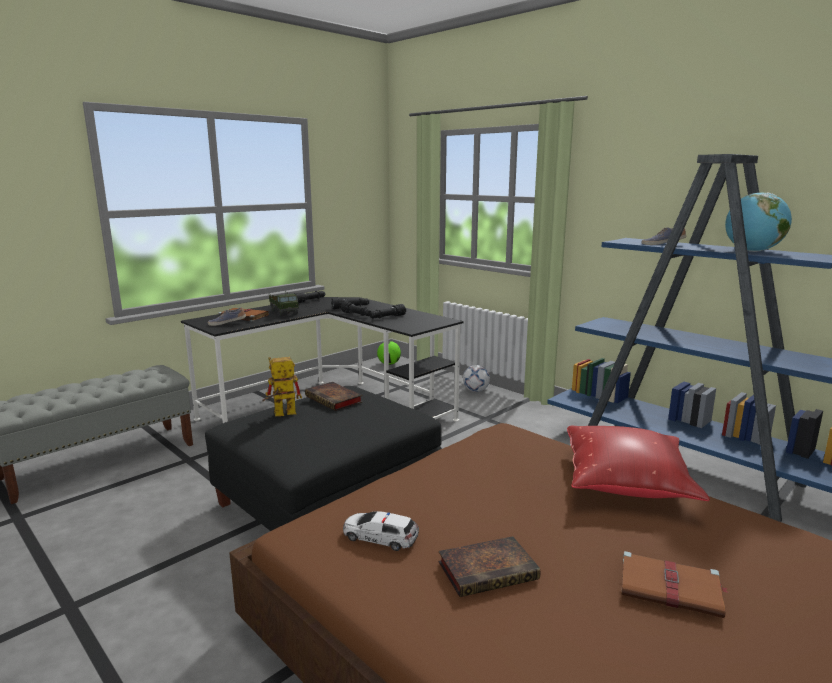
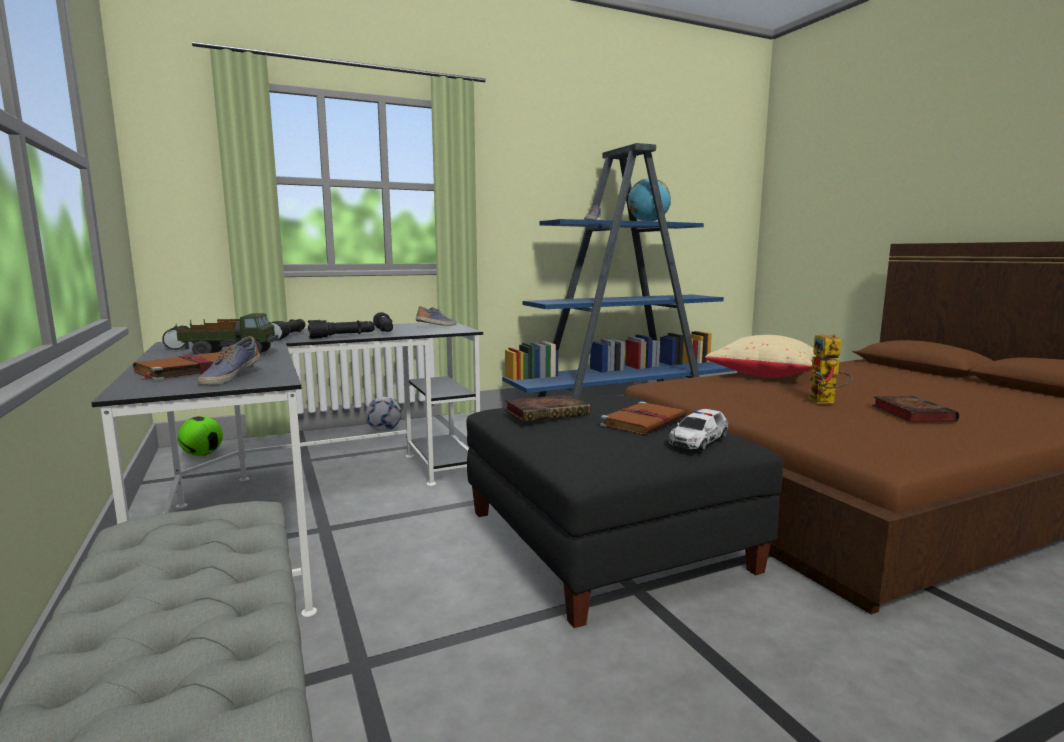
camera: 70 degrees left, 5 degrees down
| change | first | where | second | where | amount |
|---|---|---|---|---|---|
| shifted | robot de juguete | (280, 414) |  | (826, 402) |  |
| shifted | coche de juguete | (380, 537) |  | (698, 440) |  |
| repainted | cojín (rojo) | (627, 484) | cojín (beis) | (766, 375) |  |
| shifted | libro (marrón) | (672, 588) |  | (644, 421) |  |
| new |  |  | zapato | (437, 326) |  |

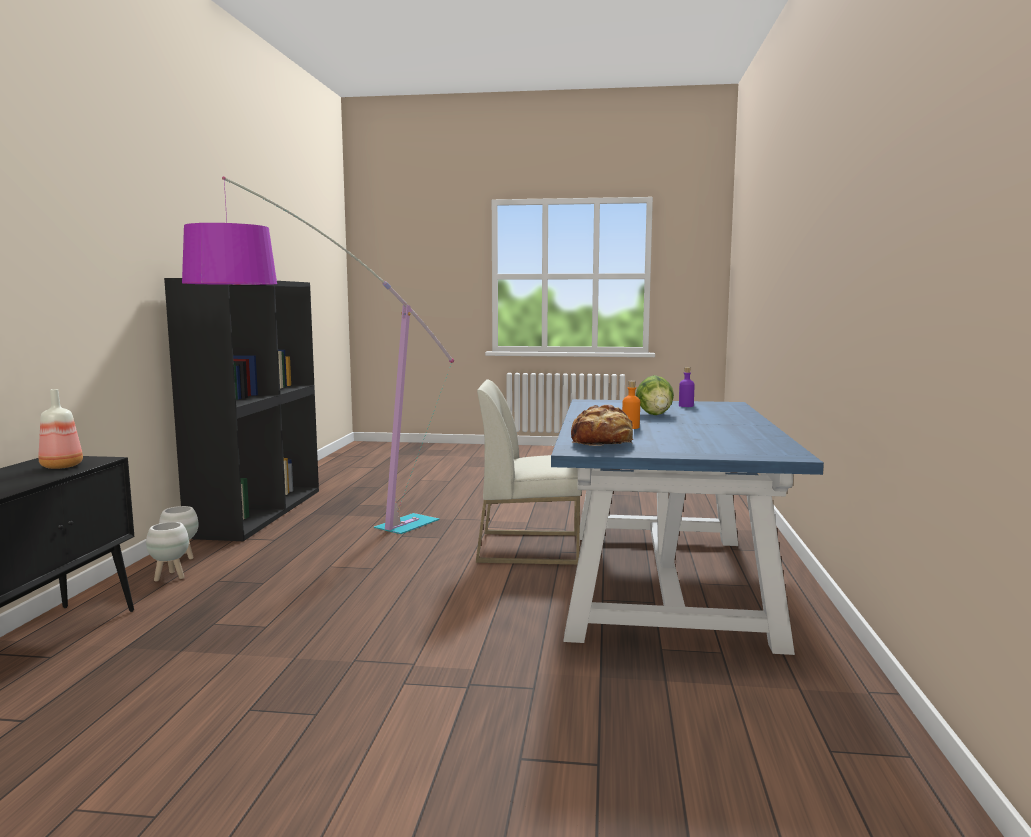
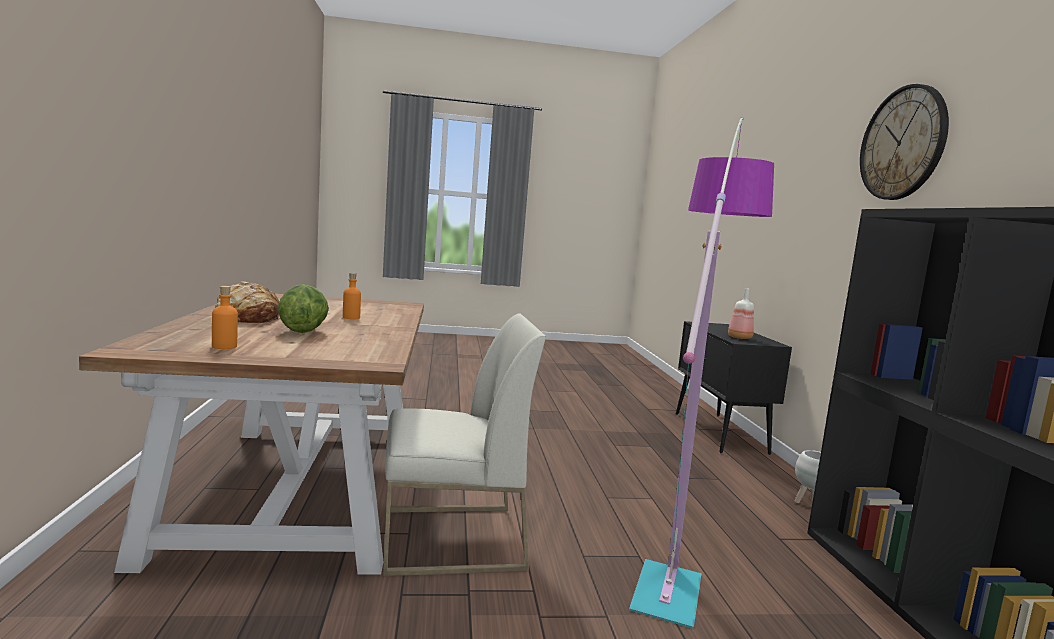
camera: 165 degrees right, 0 degrees up
| change | first | where | second | where | amount |
|---|---|---|---|---|---|
| gone | maceta (blanco) | (170, 577) |  |  |  |
| repainted | mesa de comedor (azul) | (664, 583) | mesa de comedor (marrón) | (298, 487) |  |
| shifted | pan | (602, 443) |  | (248, 317) |  |
| repainted | botella (morado) | (686, 406) | botella (naranja) | (224, 346) |  |
| new |  |  | reloj de pared | (903, 143) |  |

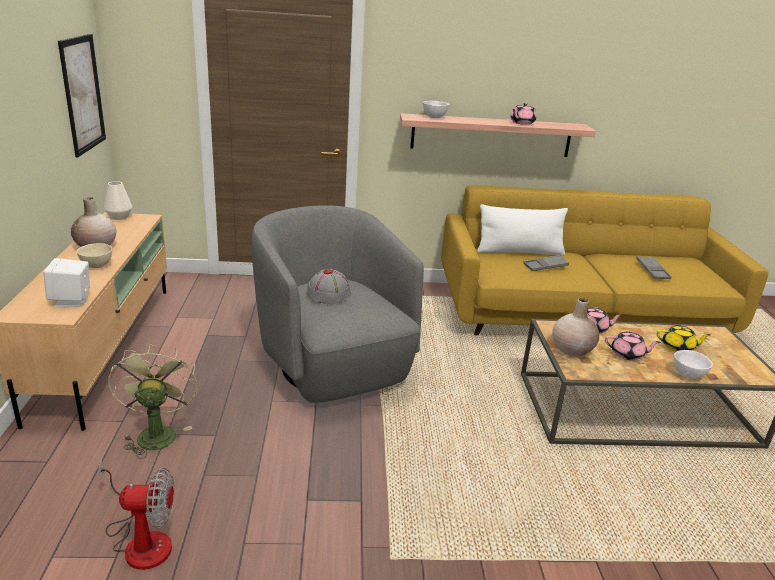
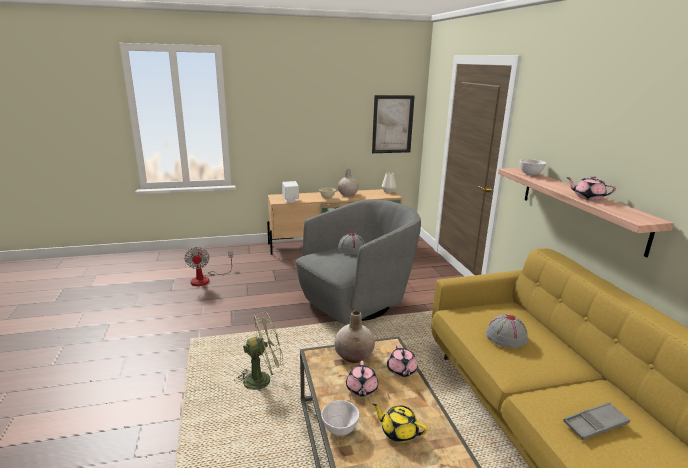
camera: 80 degrees right, 5 degrees down
| change | first | where | second | where | amount |
|---|---|---|---|---|---|
| shifted | ventilador (verde) | (156, 432) |  | (263, 379) |  |
| gone | cojín (blanco) | (519, 252) |  |  |  |
| swapped | bandeja (gris) | (545, 266) | sombrero (gris) | (506, 337) |  |
| rotated | tetera (amarillo) | (678, 348) |  | (398, 432) | 120 degrees clockwise |

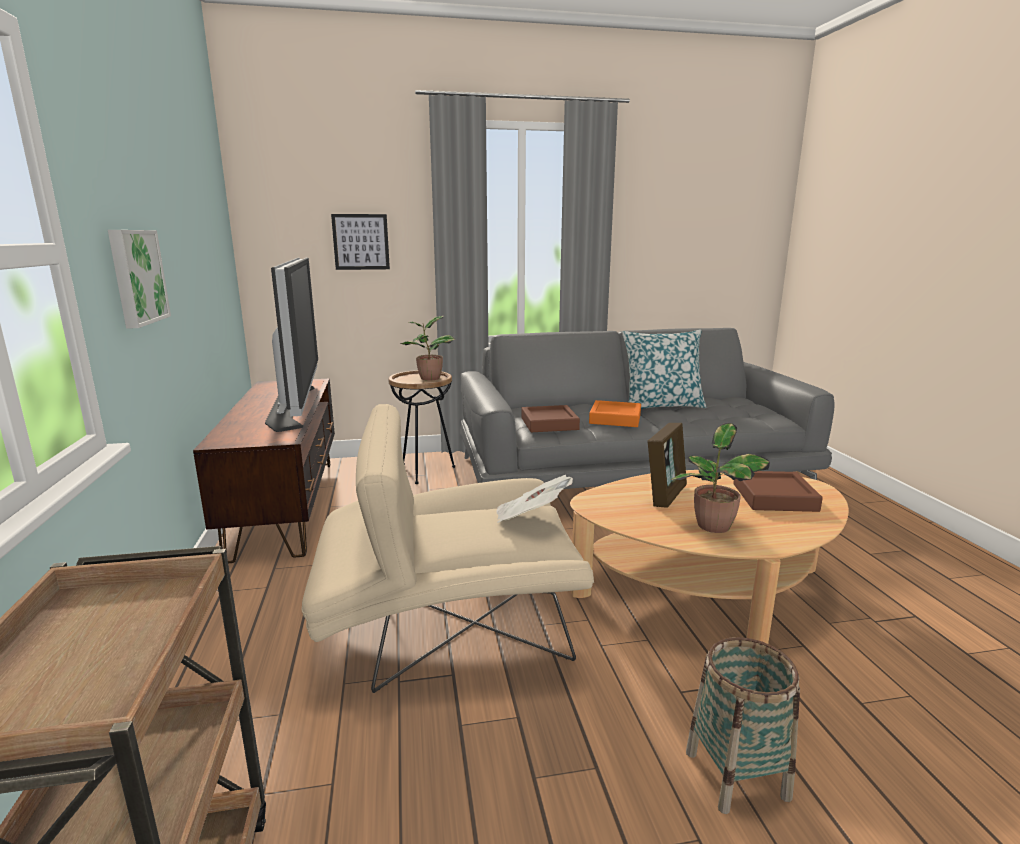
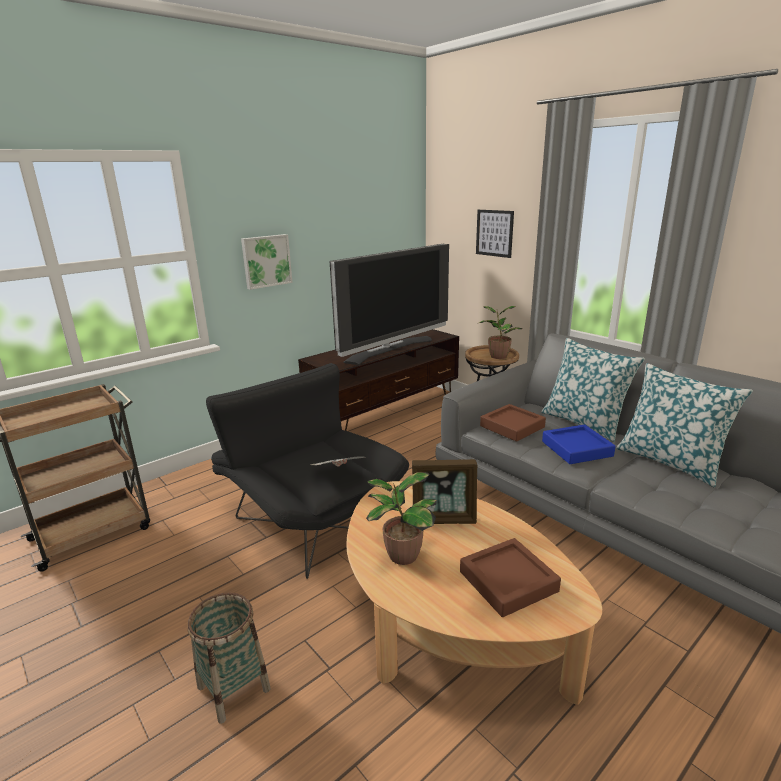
camera: 60 degrees right, 5 degrees up
| change | first | where | second | where | amount |
|---|---|---|---|---|---|
| repainted | sillón (beis) | (448, 626) | sillón (negro) | (308, 517) |  |
| repainted | bandeja (naranja) | (615, 418) | bandeja (azul) | (576, 449) |  |
| new |  |  | cojín | (584, 422) |  |

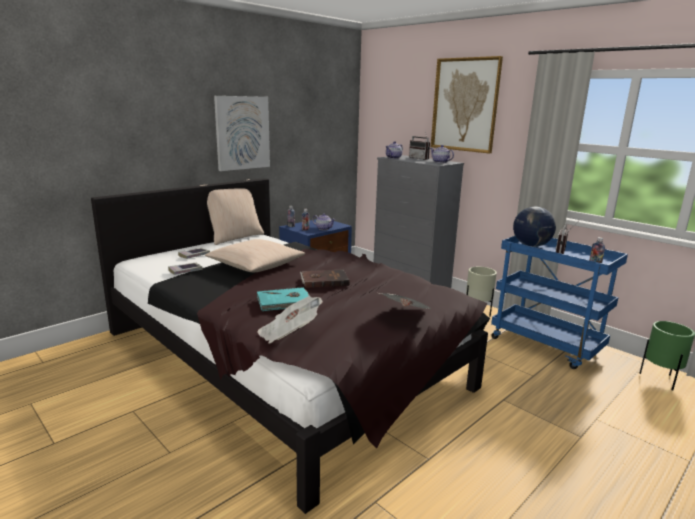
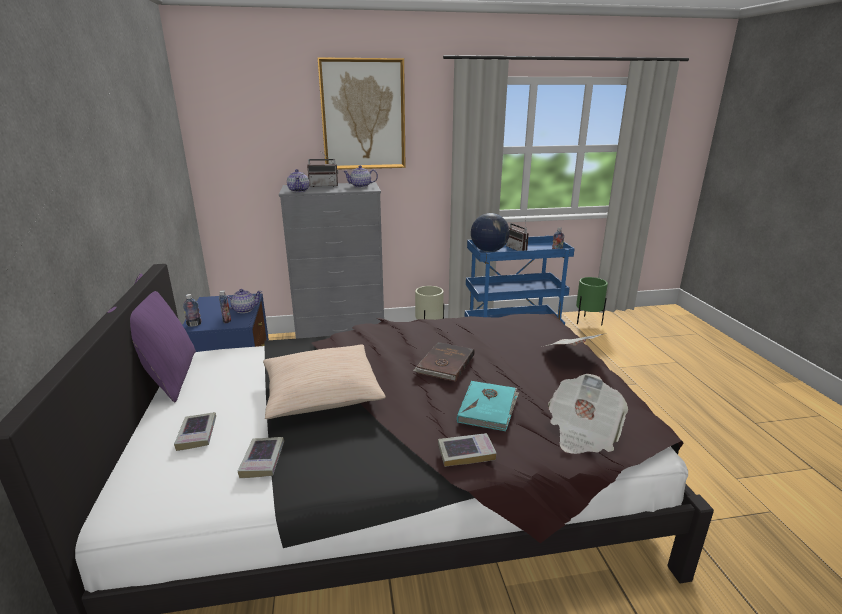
camera: 55 degrees left, 5 degrees up
| change | first | where | second | where | amount |
|---|---|---|---|---|---|
| repainted | cojín (beis) | (234, 237) | cojín (morado) | (167, 377) |  |
| gone | cuadro | (242, 133) |  |  |  |
| new |  |  | libro | (466, 453) |  |

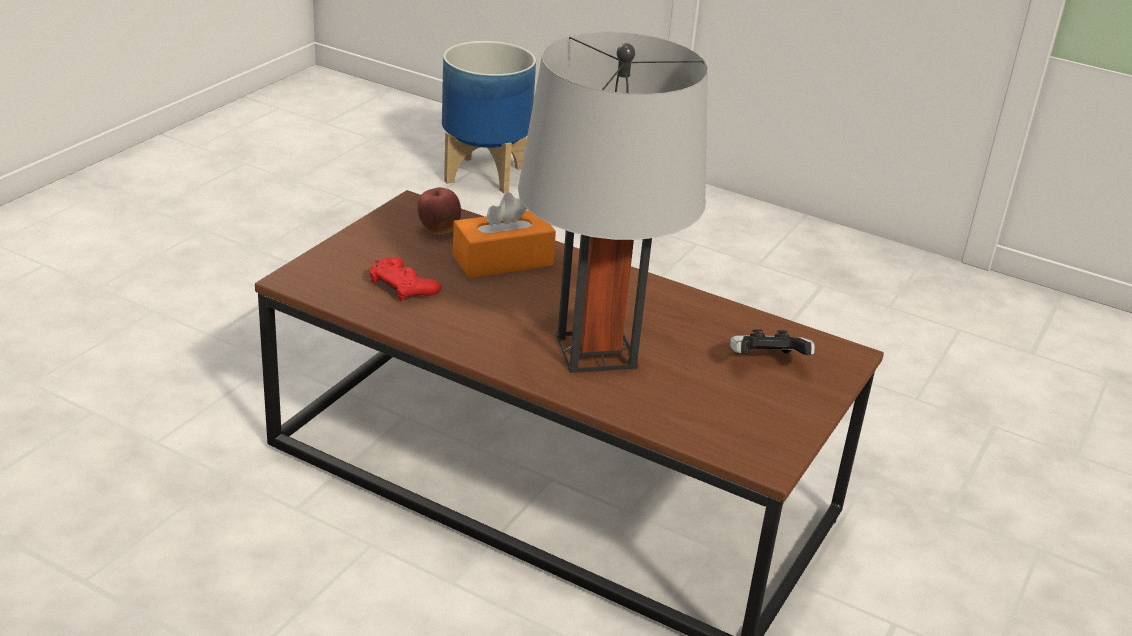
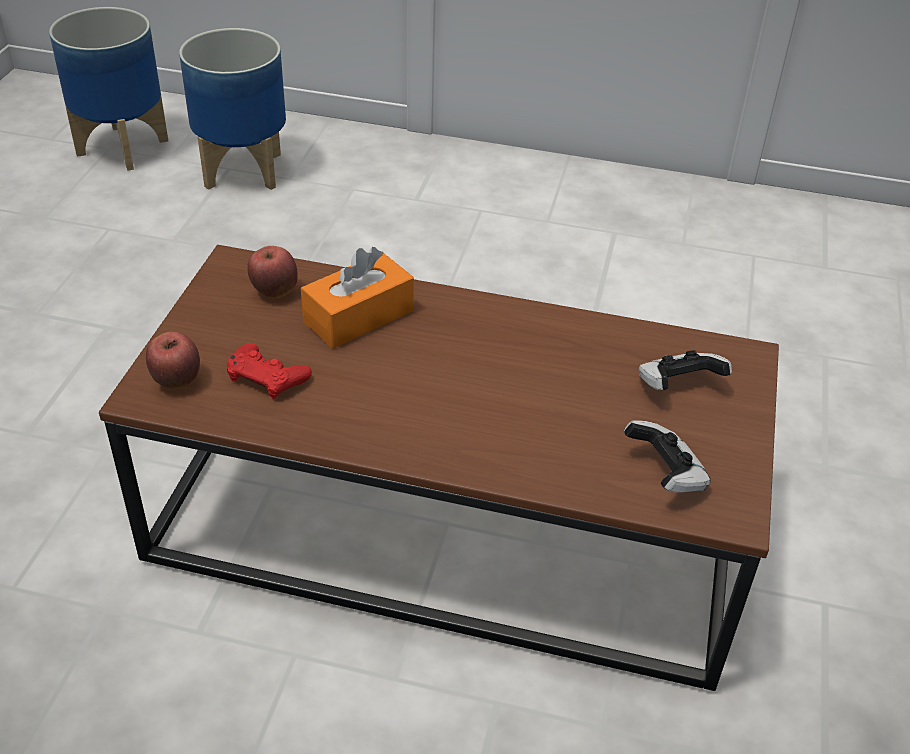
camera: 15 degrees left, 10 degrees up
| change | first | where | second | where | amount |
|---|---|---|---|---|---|
| gone | lámpara de mesa (gris) | (596, 352) |  |  |  |
| new |  |  | maceta | (123, 146) |  |
| new |  |  | manzana | (177, 381) |  |
| new |  |  | mando de consola | (665, 475) |  |

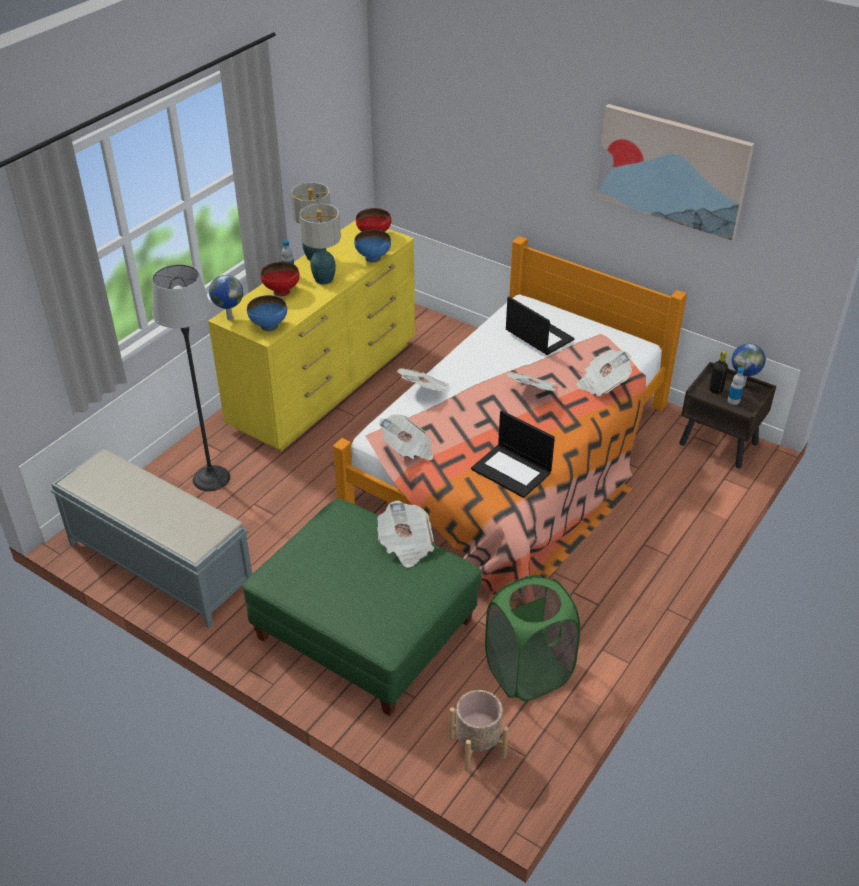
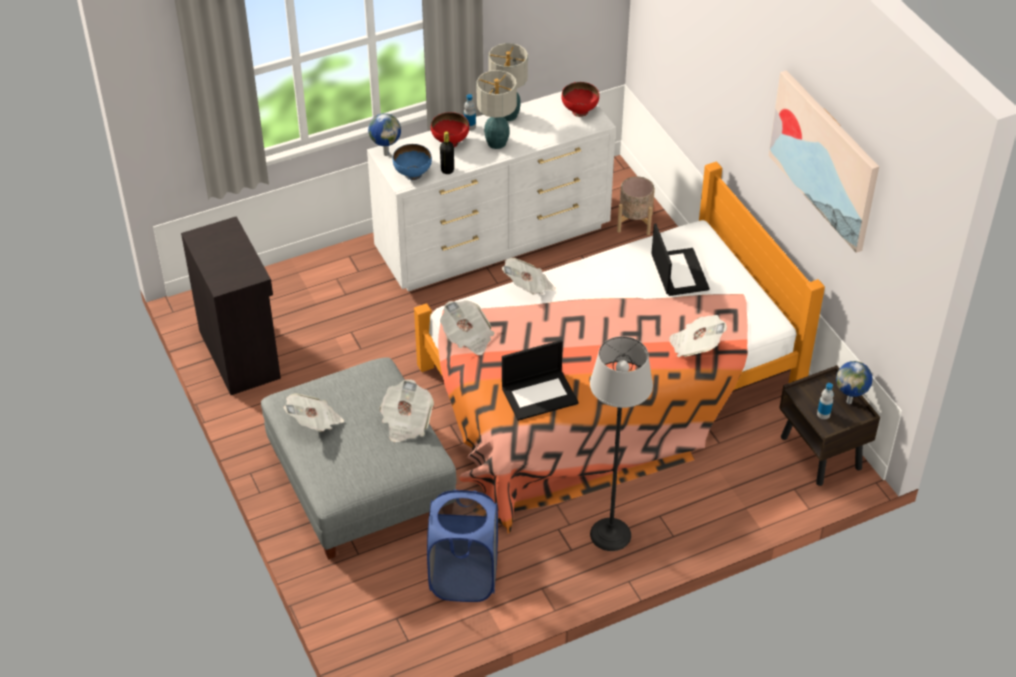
camera: 30 degrees right, 5 degrees up
| change | first | where | second | where | amount |
|---|---|---|---|---|---|
| swapped | banco (gris) | (159, 564) | armario (negro) | (241, 353) |  |
| shifted | lámpara de pie | (211, 478) |  | (611, 534) |  |
| repainted | cómoda (amarillo) | (326, 384) | cómoda (blanco) | (494, 241) |  |
| repainted | puf (verde) | (366, 630) | puf (gris) | (361, 482) |  |
| gone | cuenco (azul) | (373, 258) |  |  |  |
| shifted | maceta (beis) | (477, 746) |  | (634, 222) |  |
| rotated | portátil | (512, 471) |  | (540, 395) | 90 degrees counterclockwise |
| repainted | cesto de la ropa (verde) | (528, 672) | cesto de la ropa (azul) | (463, 578) |  |
| shifted | periódico | (533, 392) |  | (315, 422) |  |
| shifted | botella (negro) | (715, 390) |  | (447, 170) |  |

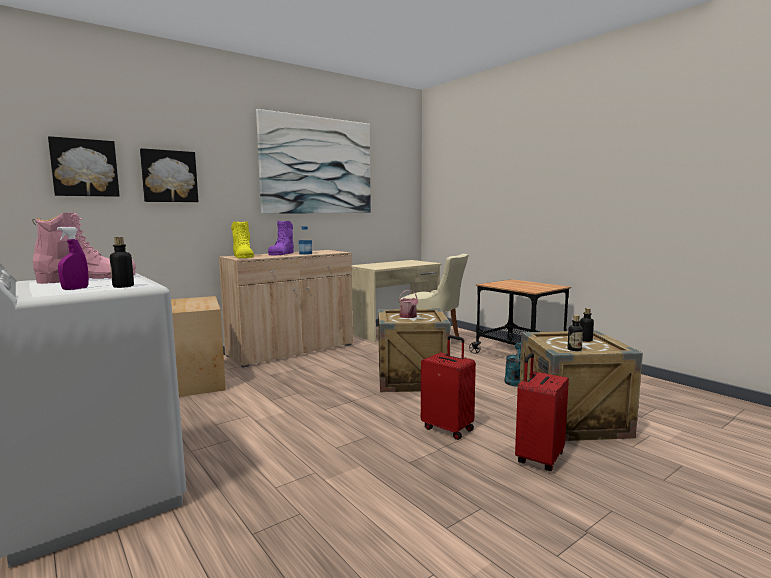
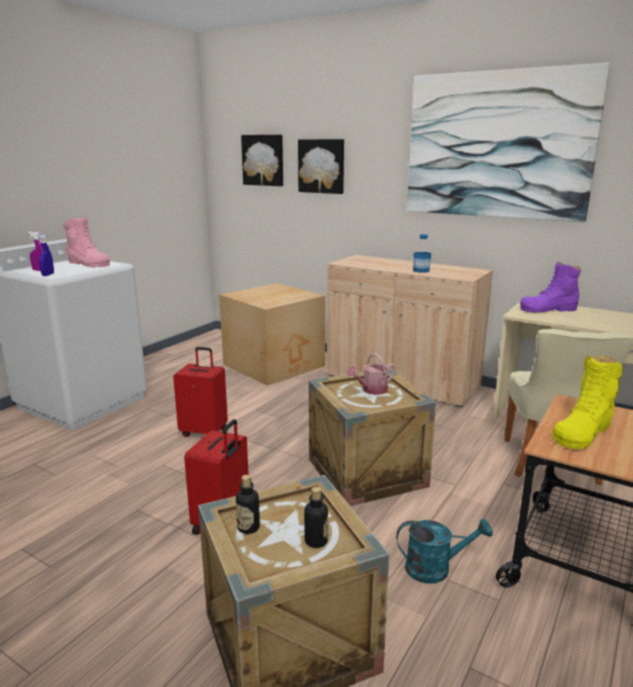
camera: 70 degrees right, 10 degrees up
| change | first | where | second | where | amount |
|---|---|---|---|---|---|
| swapped | botella | (123, 286) | pulverizador (azul) | (48, 275) |  |
| shifted | bota (amarillo) | (243, 256) |  | (583, 431) |  |
| shifted | bota (morado) | (282, 254) |  | (548, 309) |  |
| shifted | maleta (rojo) | (538, 458) |  | (205, 432) |  |

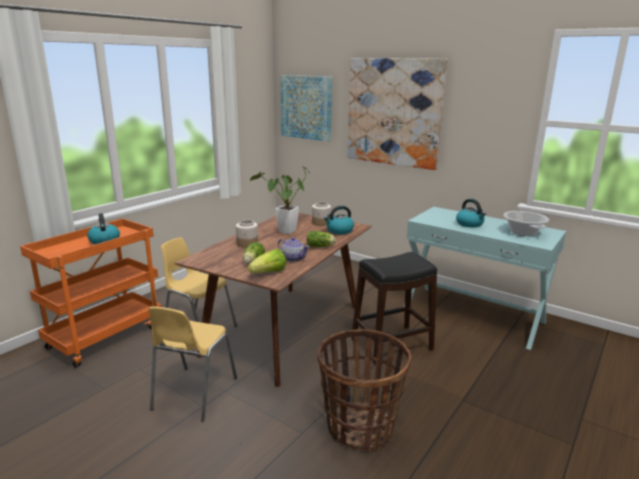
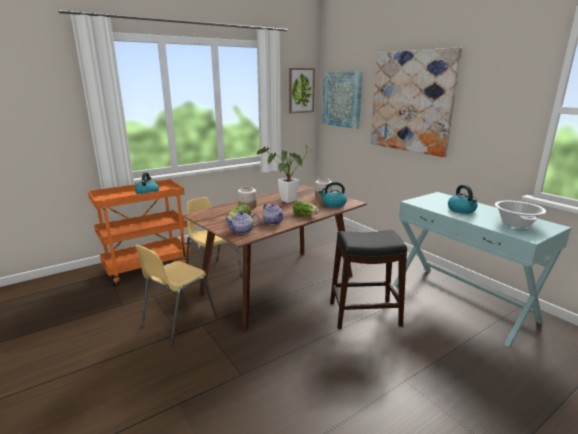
camera: 20 degrees right, 0 degrees up
| change | first | where | second | where | amount |
|---|---|---|---|---|---|
| swapped | lechuga | (269, 273) | tetera | (242, 231) |  |
| gone | cesta | (360, 427) |  |  |  |
| new |  |  | cuadro | (301, 90) |  |

